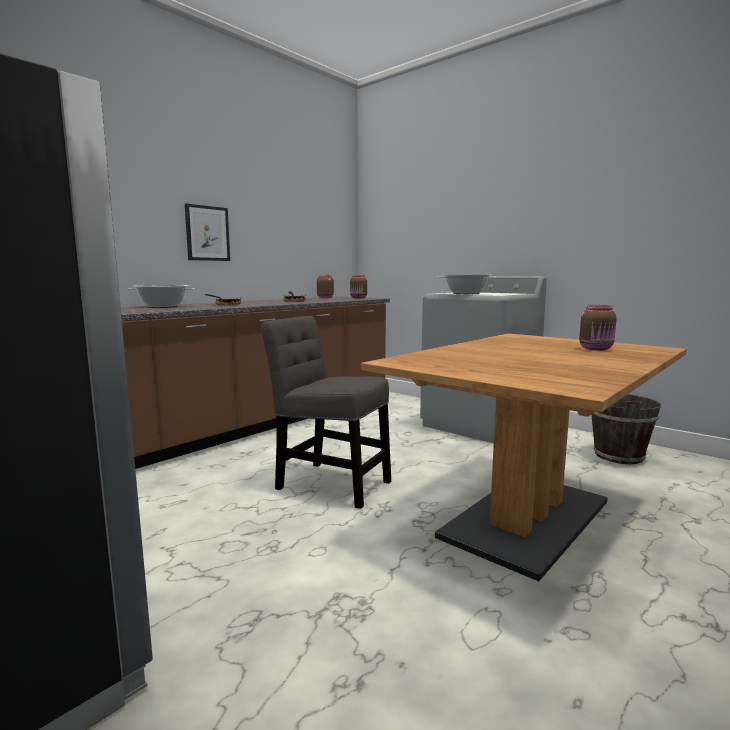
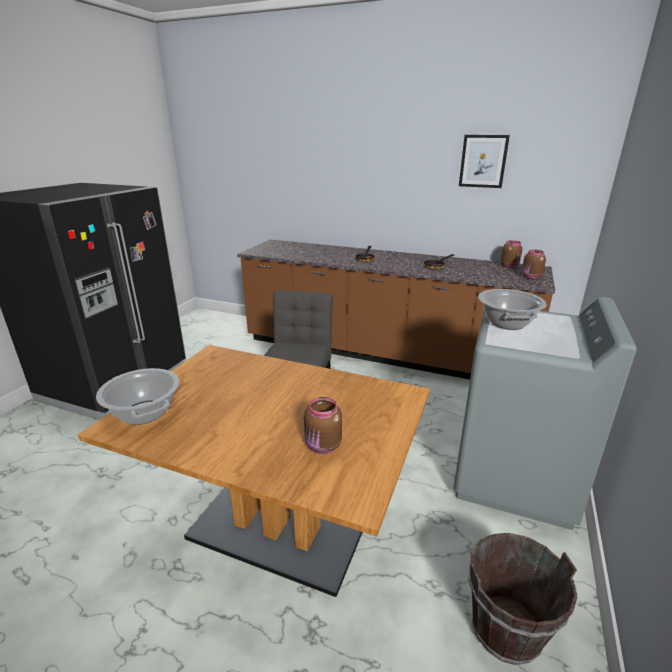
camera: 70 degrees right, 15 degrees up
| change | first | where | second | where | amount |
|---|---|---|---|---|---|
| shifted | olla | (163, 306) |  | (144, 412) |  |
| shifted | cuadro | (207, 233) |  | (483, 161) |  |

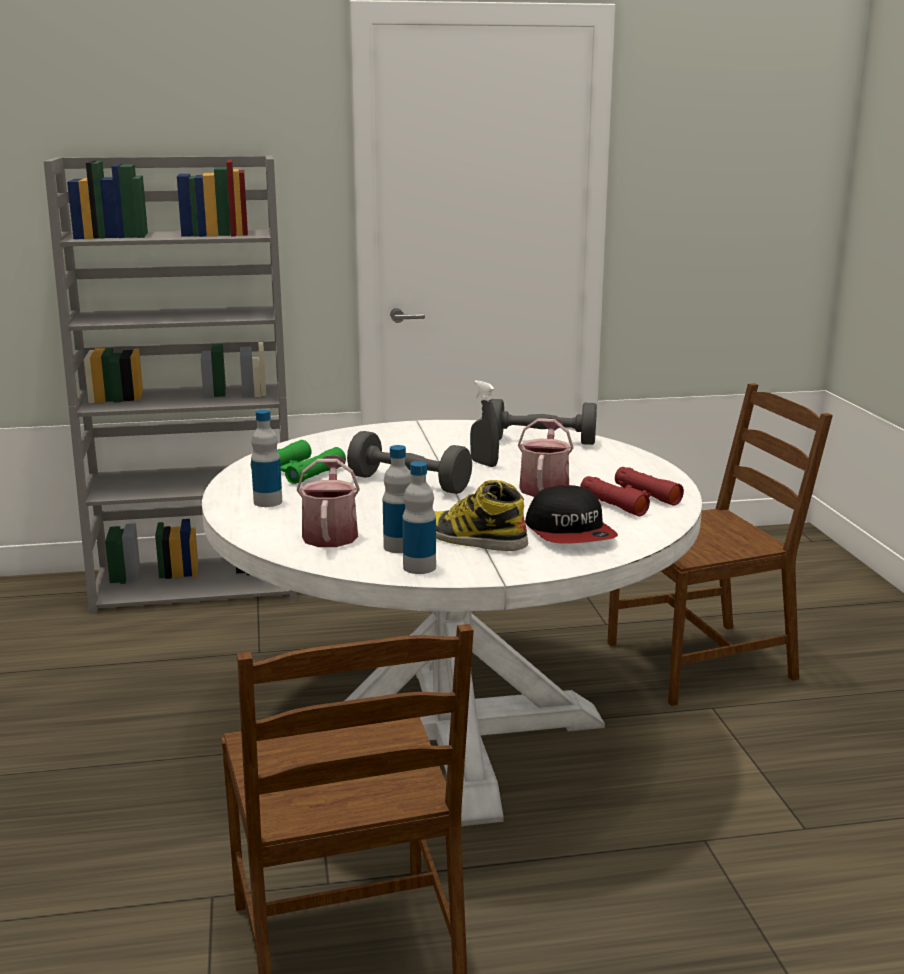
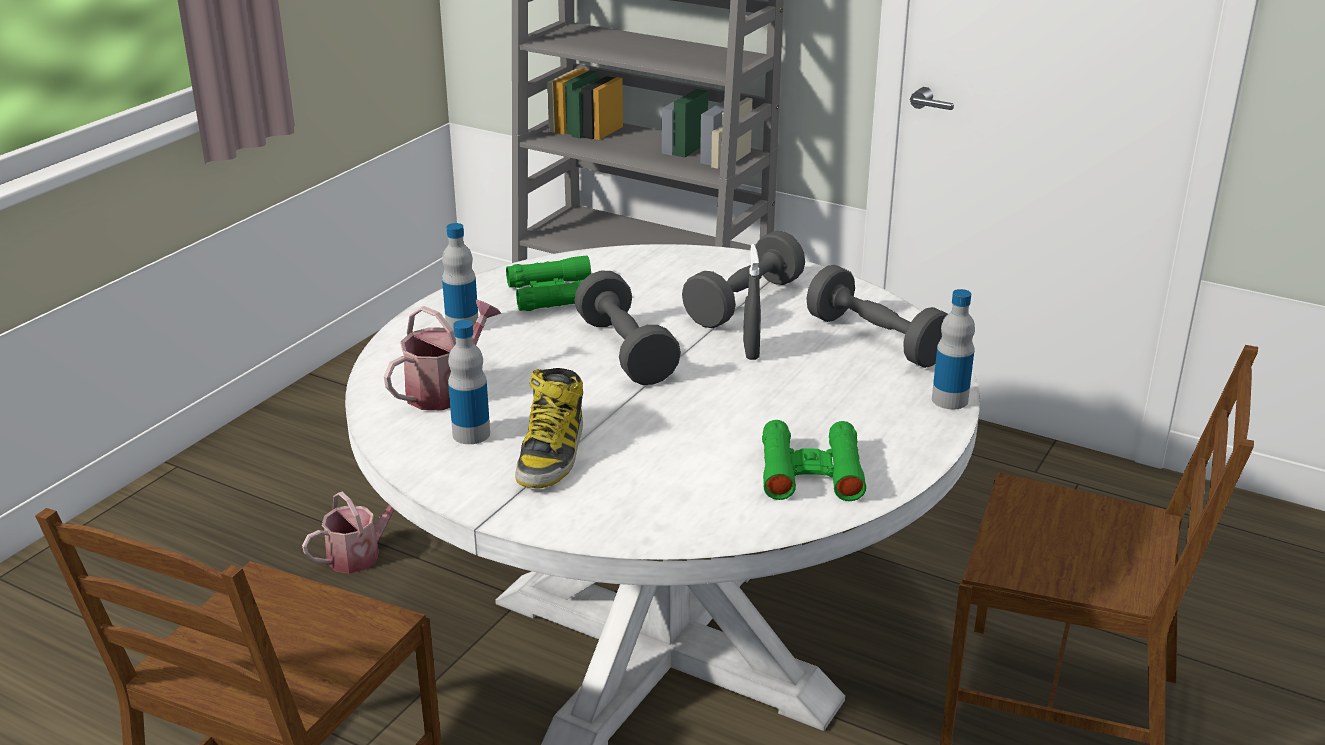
camera: 40 degrees right, 10 degrees up
| change | first | where | second | where | amount |
|---|---|---|---|---|---|
| shifted | botella | (419, 567) |  | (949, 400) |  |
| rotated | bota | (471, 539) |  | (551, 453) | 150 degrees counterclockwise |
| shifted | regadera | (545, 486) |  | (360, 554) |  |
| gone | gorra | (570, 532) |  |  |  |
| repainted | prismáticos (rojo) | (630, 500) | prismáticos (verde) | (811, 471) |  |
| new |  |  | mancuerna (gris) | (744, 302) |  |

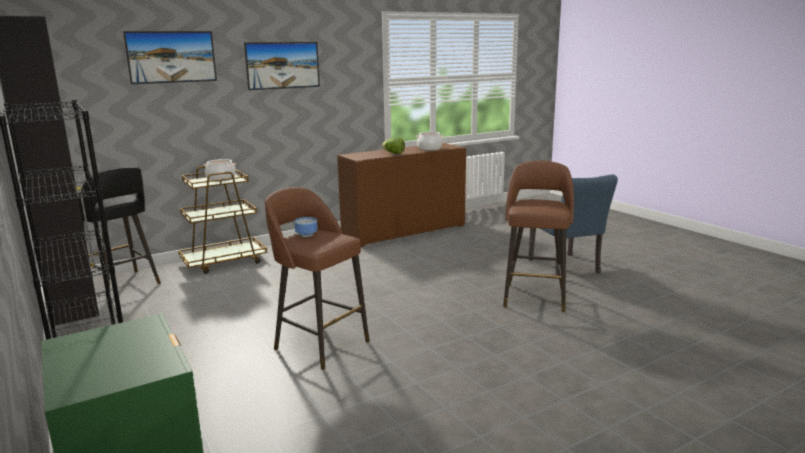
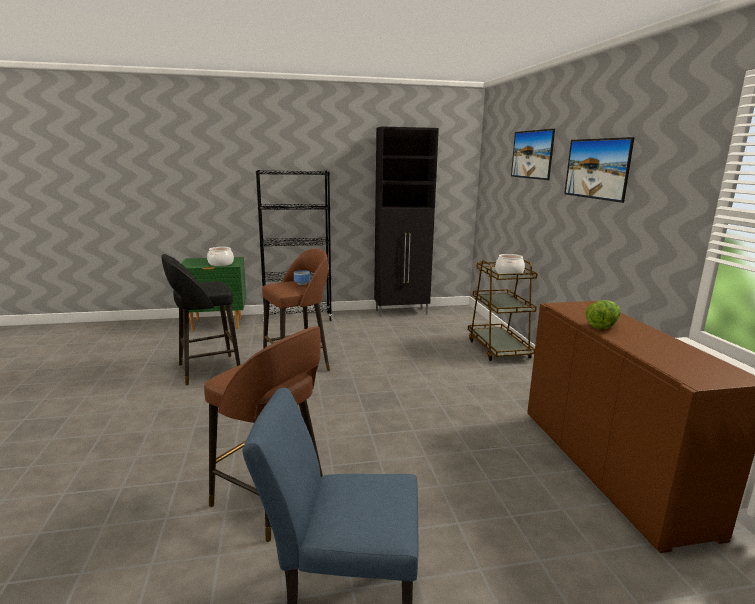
camera: 110 degrees right, 0 degrees up
| change | first | where | second | where | amount |
|---|---|---|---|---|---|
| shifted | taburete (negro) | (123, 285) |  | (207, 370) |  |
| shifted | olla | (429, 148) |  | (221, 264) |  |

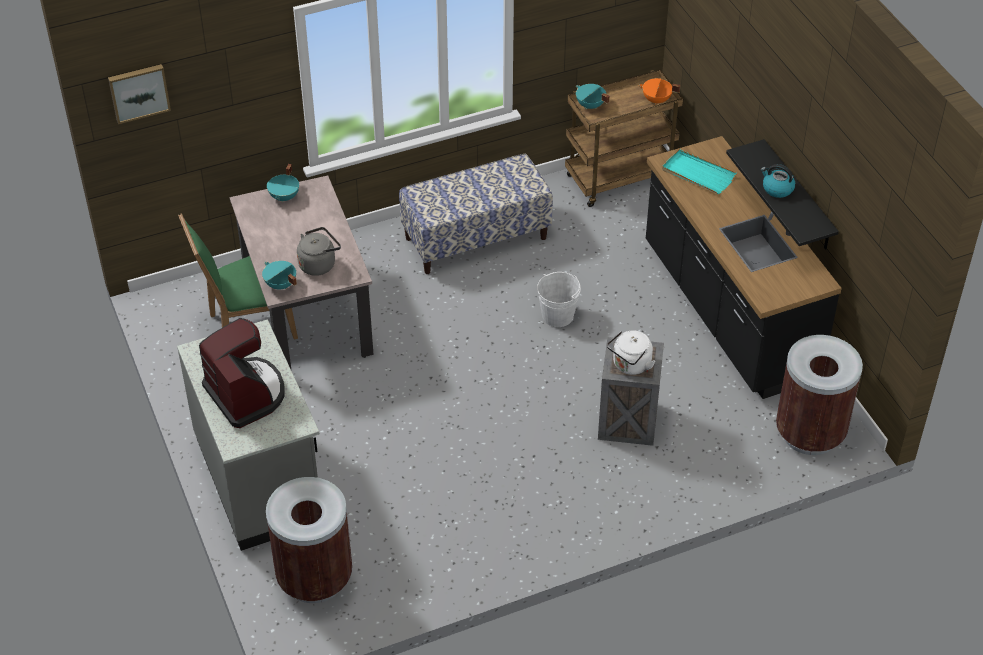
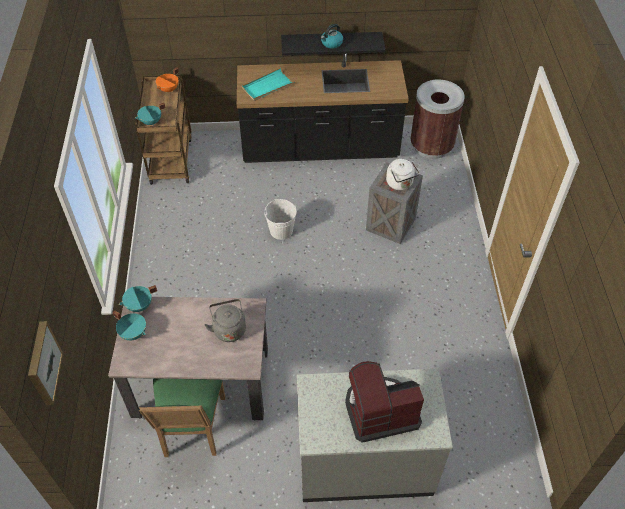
camera: 70 degrees left, 5 degrees up
| change | first | where | second | where | amount |
|---|---|---|---|---|---|
| shifted | olla (turquesa) | (280, 285) |  | (139, 306) |  |
| gone | papelera (marrón) | (314, 577) |  |  |  |
| gone | banco | (476, 238) |  |  |  |

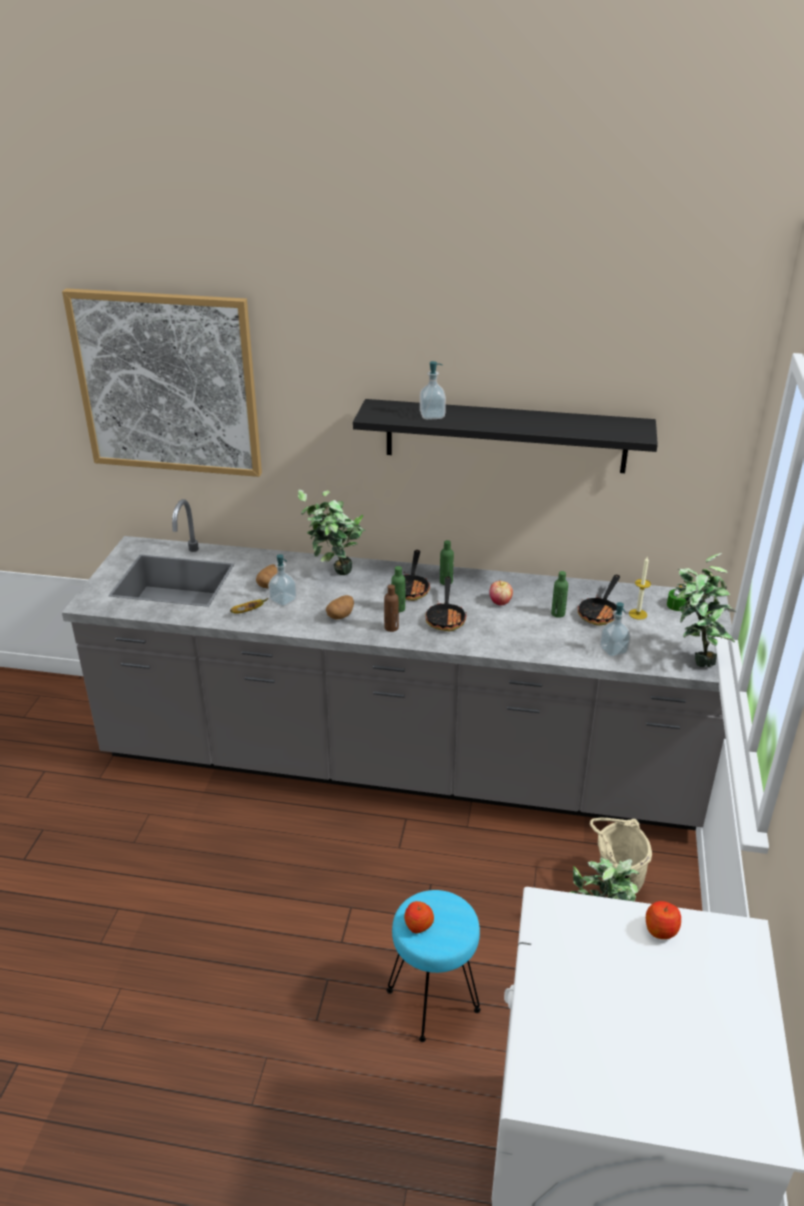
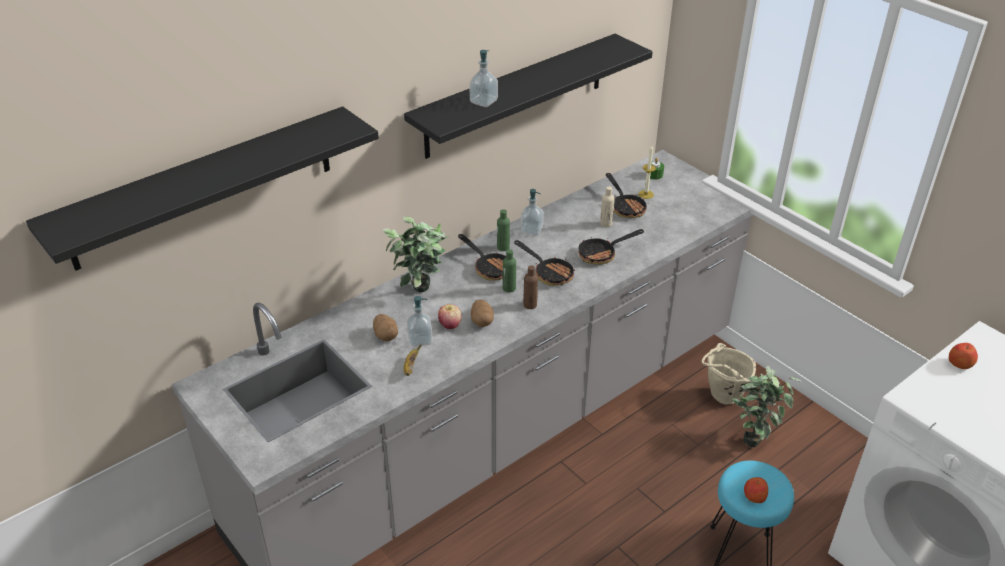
camera: 50 degrees left, 5 degrees up
| change | first | where | second | where | amount |
|---|---|---|---|---|---|
| swapped | cuadro | (167, 384) | estante (negro) | (204, 187) |  |
| shifted | manzana | (500, 602) |  | (450, 325) |  |
| repainted | botella (verde) | (558, 613) | botella (beis) | (606, 224) |  |
| shifted | dispensador de jabón | (613, 650) |  | (531, 230) |  |
| gone | planta en maceta | (694, 657) |  |  |  |
| new |  |  | sartén | (602, 254) |  |

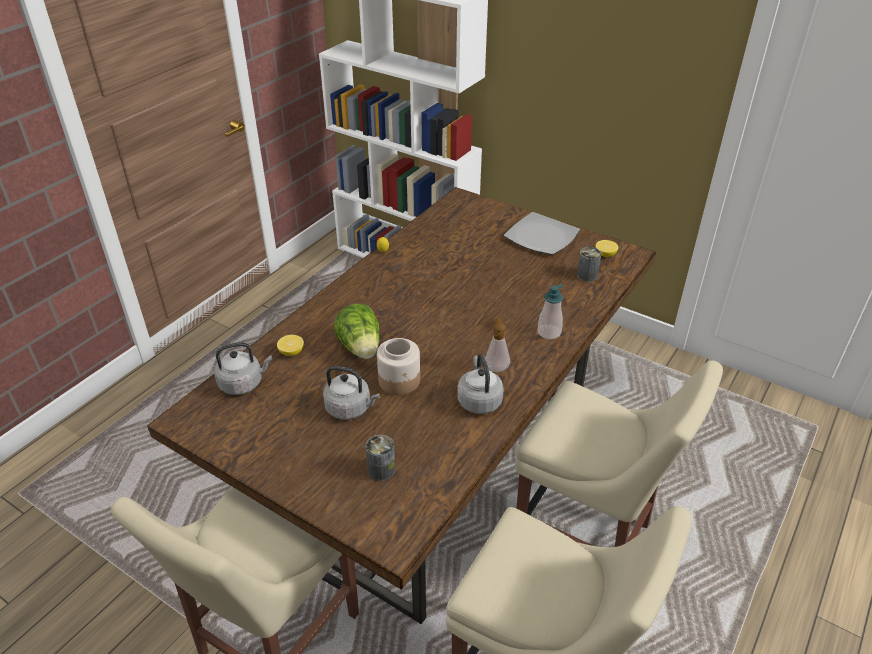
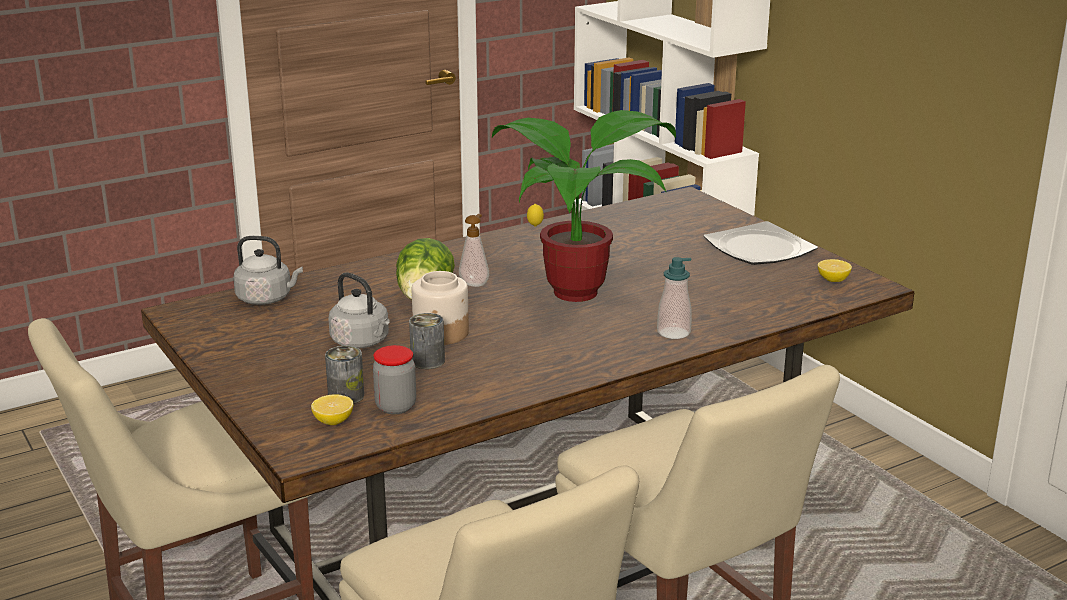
camera: 25 degrees right, 15 degrees down
| change | first | where | second | where | amount |
|---|---|---|---|---|---|
| shifted | limón | (291, 352) |  | (333, 421) |  |
| gone | hervidor (gris) | (479, 400) |  |  |  |
| shifted | dispensador de jabón | (496, 368) |  | (475, 283) |  |
| shifted | lata | (587, 275) |  | (427, 361) |  |
| new |  |  | tarro | (395, 406) |  |
| new |  |  | planta en maceta | (581, 289) |  |

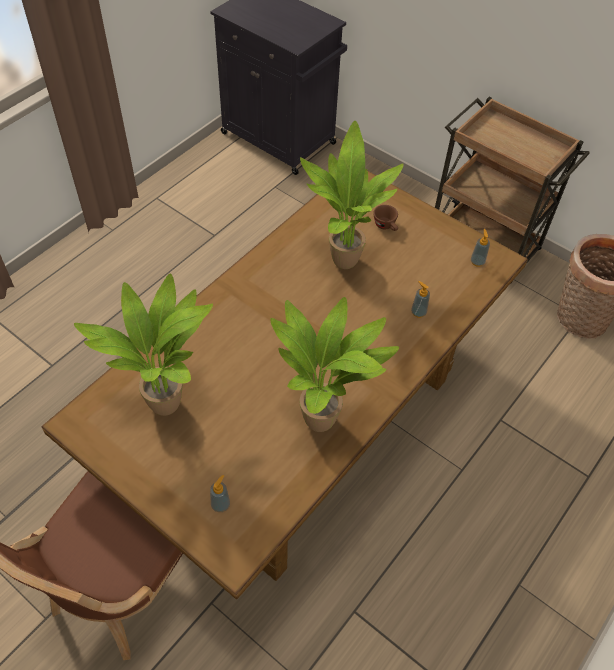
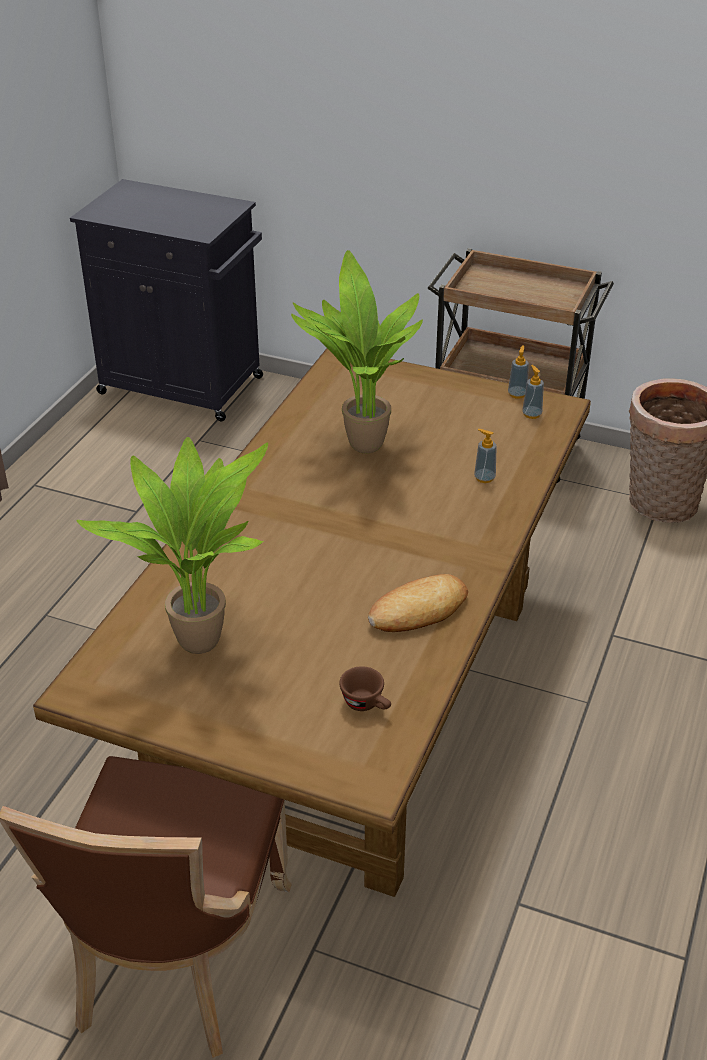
camera: 15 degrees left, 15 degrees down
| change | first | where | second | where | amount |
|---|---|---|---|---|---|
| shifted | dispensador de jabón | (220, 504) |  | (517, 394) |  |
| swapped | planta en maceta | (324, 419) | pan | (418, 610) |  |
| shifted | taza (marrón) | (386, 226) |  | (367, 704) |  |

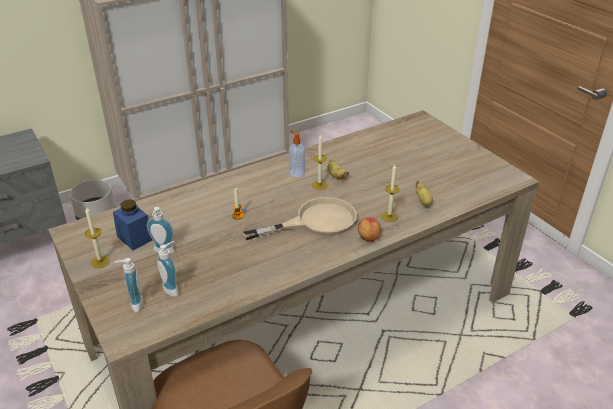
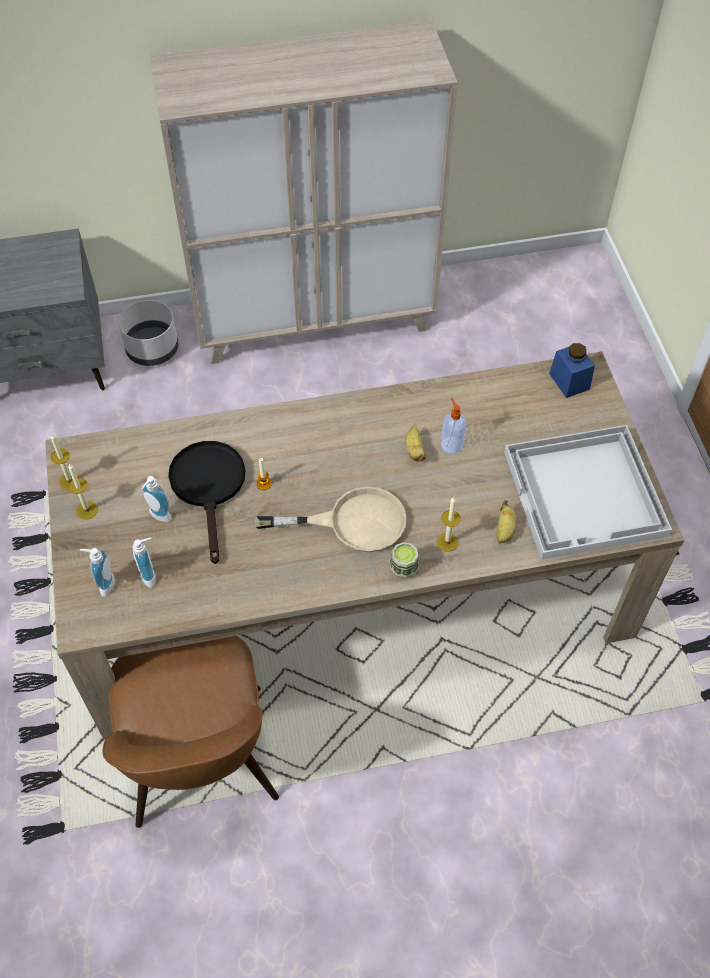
camera: 20 degrees right, 20 degrees up
| change | first | where | second | where | amount |
|---|---|---|---|---|---|
| shifted | tarro (azul) | (135, 238) |  | (569, 381) |  |
| shifted | dispensador de jabón | (296, 172) |  | (451, 444) |  |
| shifted | vela | (319, 185) |  | (70, 481) |  |
| swapped | manzana | (368, 237) | taza | (403, 568) |  |
| new |  |  | sartén (negro) | (209, 487) |  |
| new |  |  | bandeja (blanco) | (586, 494) |  |

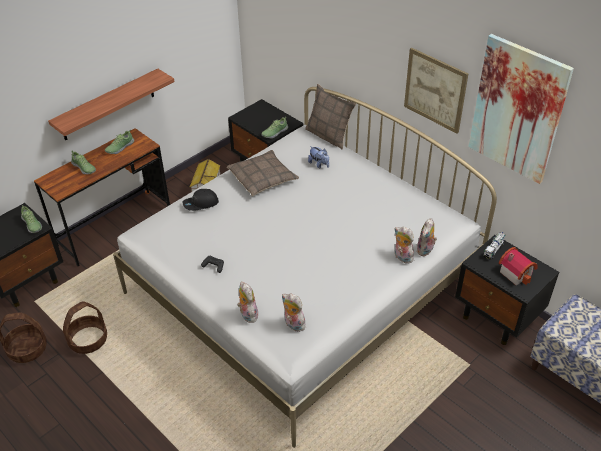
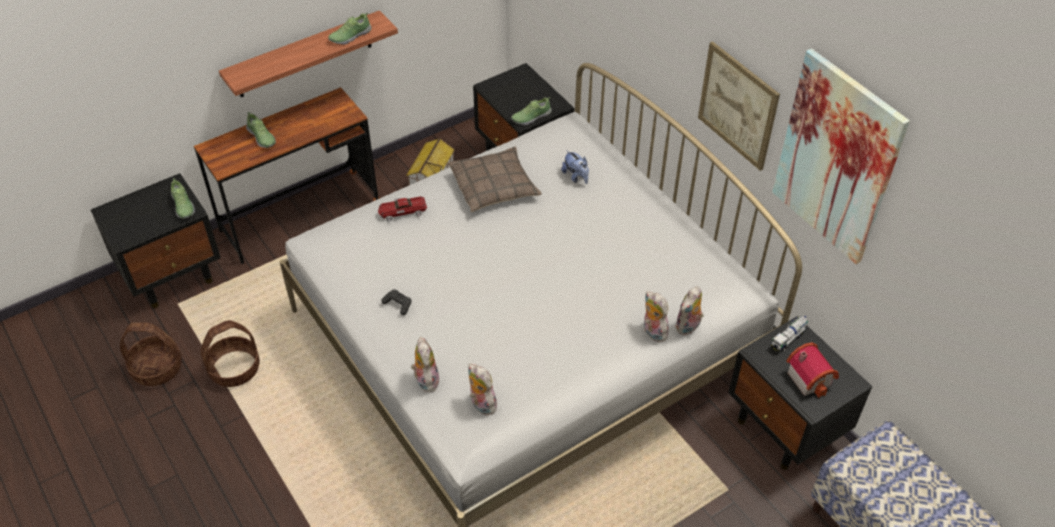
camera: 10 degrees right, 5 degrees up
| change | first | where | second | where | amount |
|---|---|---|---|---|---|
| shifted | zapato | (119, 147) |  | (350, 36) |  |
| swapped | gorra (negro) | (200, 204) | coche de juguete | (402, 212) |  |
| gone | cojín | (329, 136) |  |  |  |

